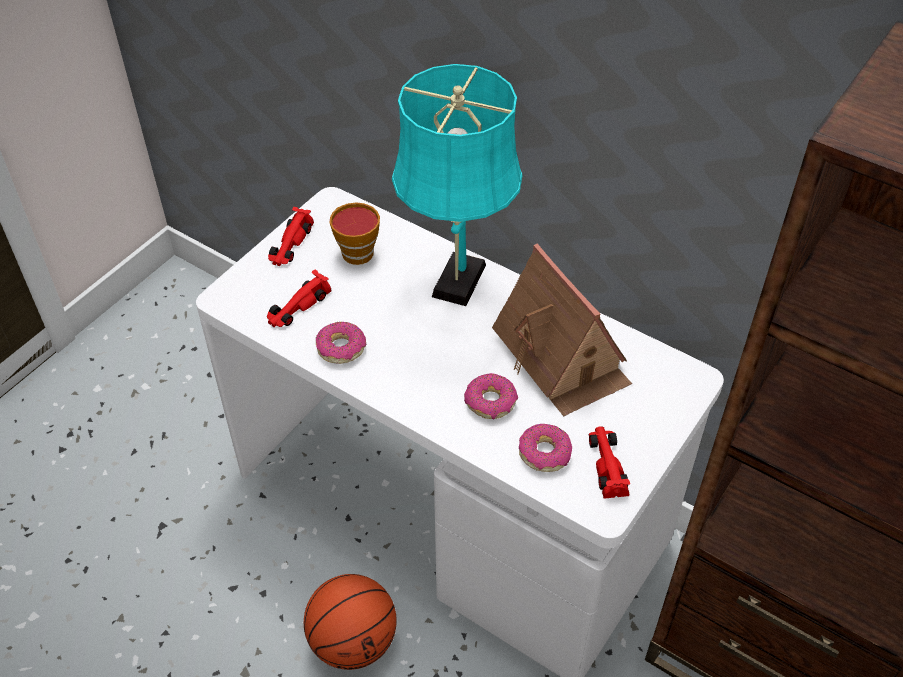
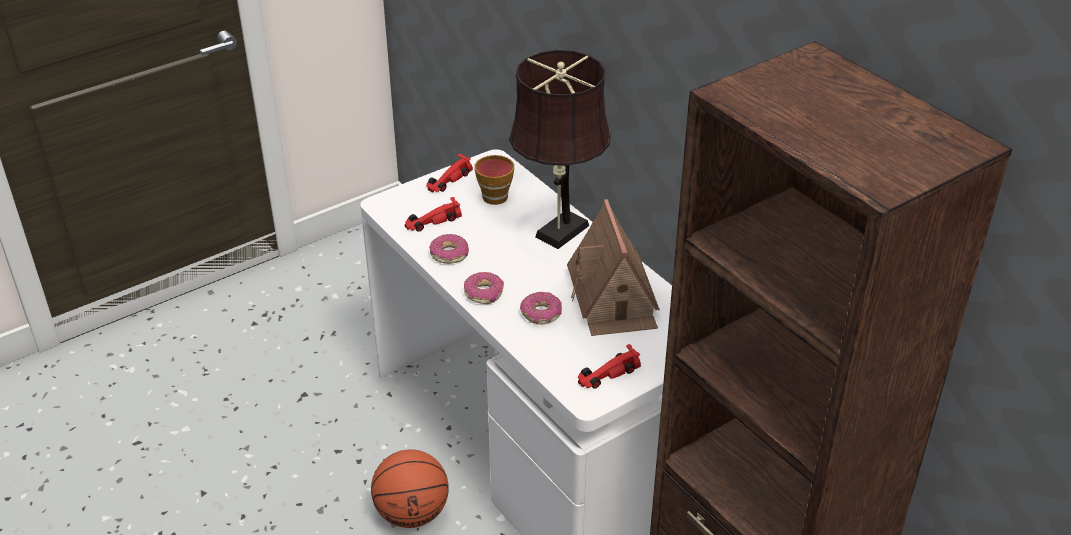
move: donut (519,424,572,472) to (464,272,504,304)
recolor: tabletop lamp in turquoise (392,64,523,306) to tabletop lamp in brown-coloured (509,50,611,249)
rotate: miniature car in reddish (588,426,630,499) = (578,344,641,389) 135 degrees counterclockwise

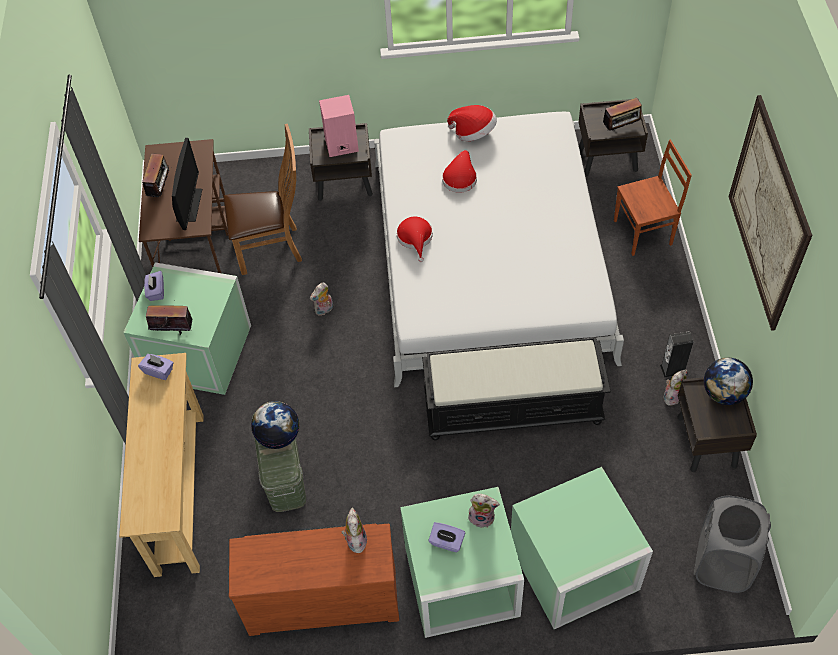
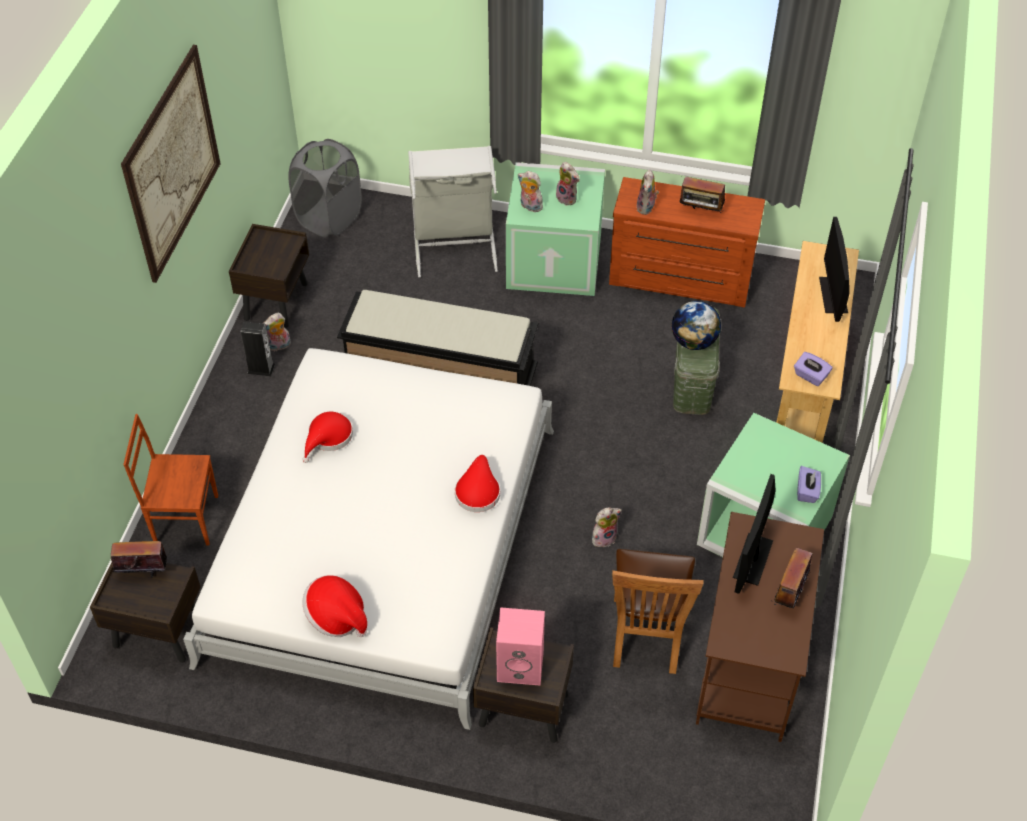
delete: world globe (704,358,753,405)
insert: monitor (819,217,849,322)
move: hat in reddish (442,150,477,193) to (302,412,353,463); radio set (146,306,192,336) to (679,176,725,213)
replace: storage box in greenish (511,467,653,629) to laundry basket in greyish (408,146,498,278); tissue holder in purple (428,522,465,552) to plush toy (556,162,580,206)
rotate: plain chair in brown-coloured (224,124,302,275) = (612,549,704,674) 90 degrees counterclockwise

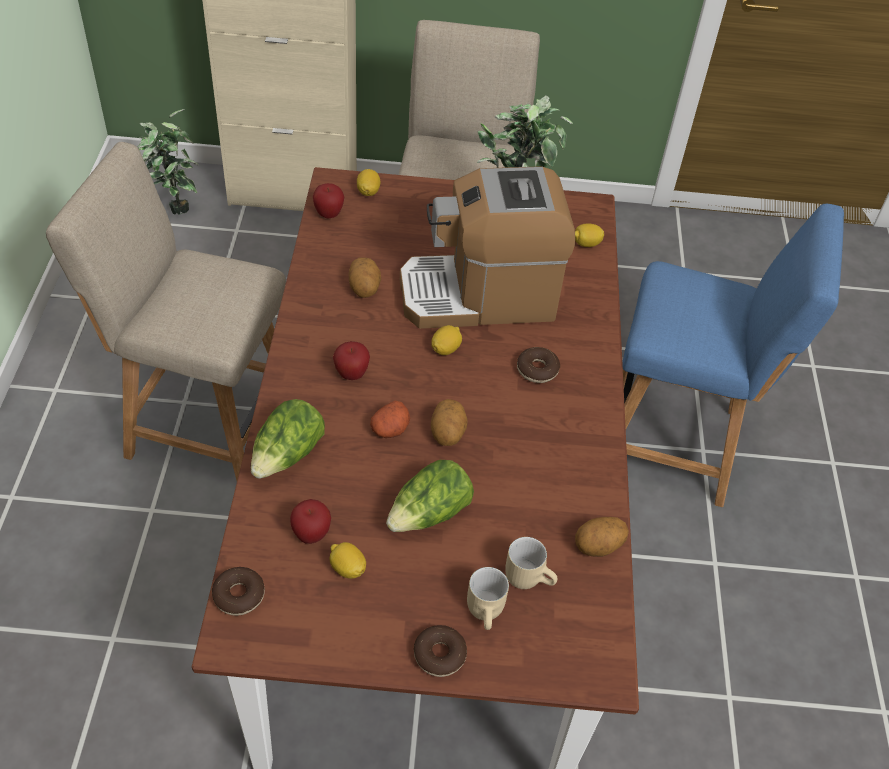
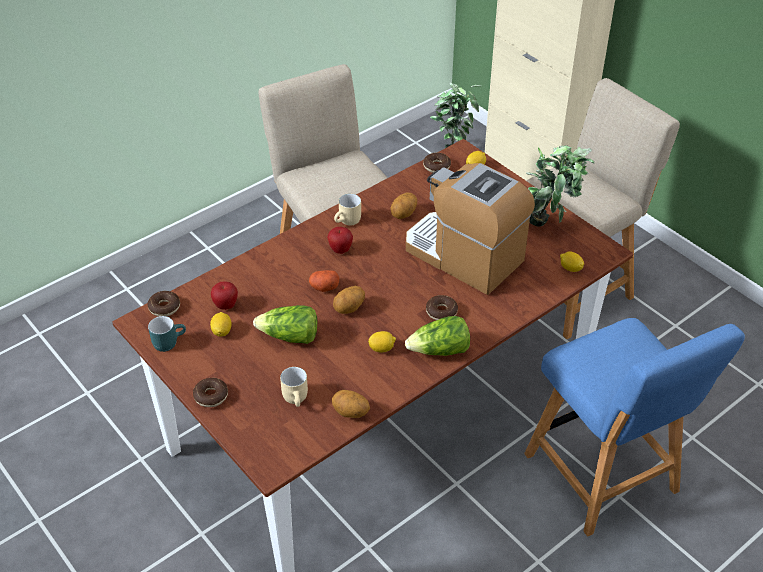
insert: coffee mug in turquoise (148,316,186,352)
move: coffee mug in sand-coloured (467,567,509,630) to (334,194,361,225); citrus fruit (431,325,462,355) to (368,331,396,353); lettuce (251,399,325,479) to (405,316,470,356)
replace: whole apple (313,183,344,218) to donut (423,153,451,173)

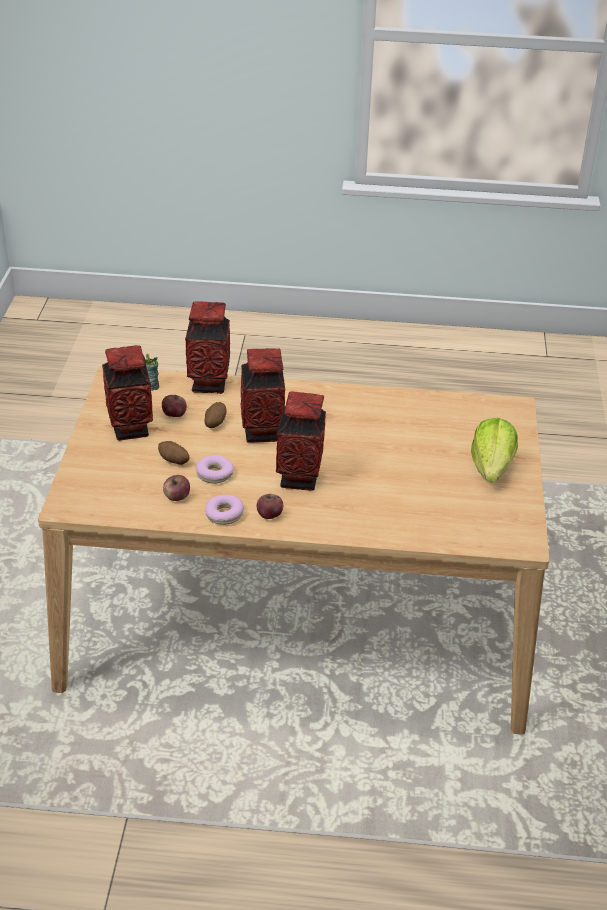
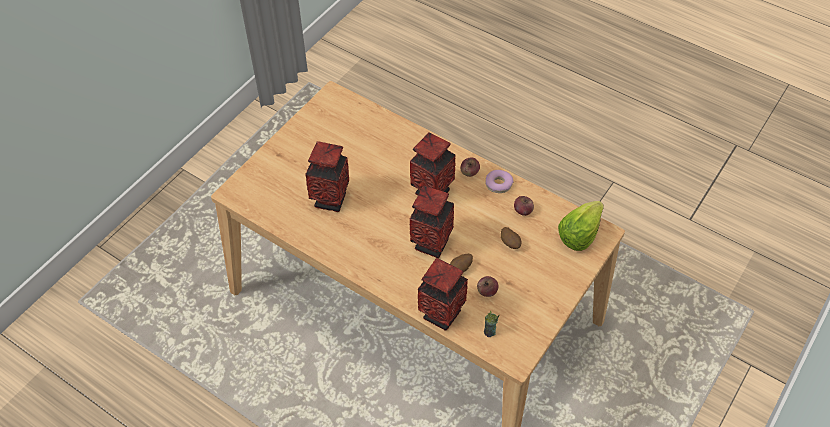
delete: donut (196,455,234,484)
move: flower vase (102,345,153,441) to (305,141,349,212); lettuce (471,417,518,483) to (558,201,604,251)

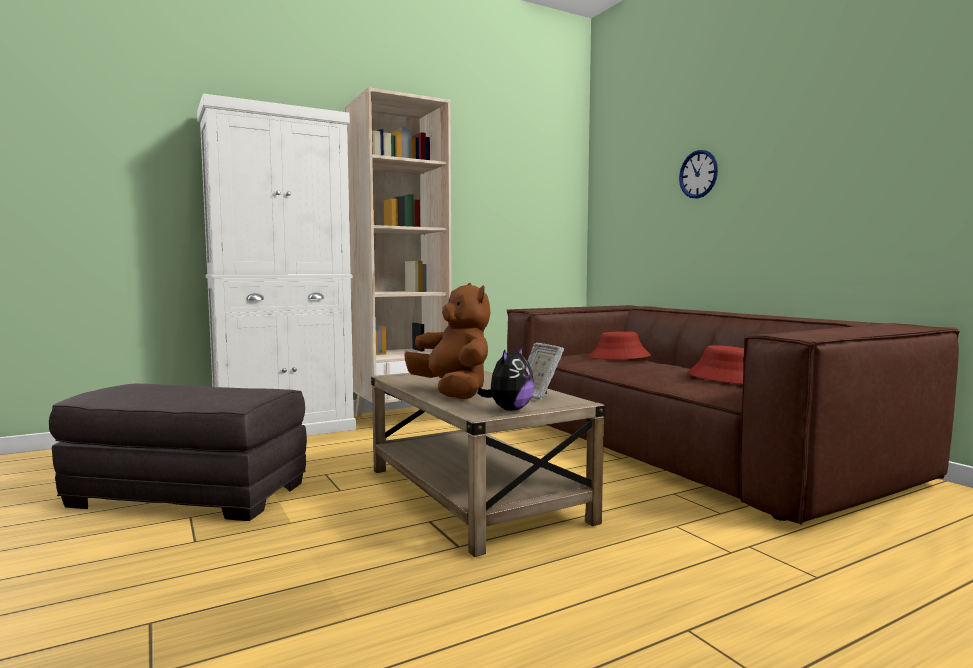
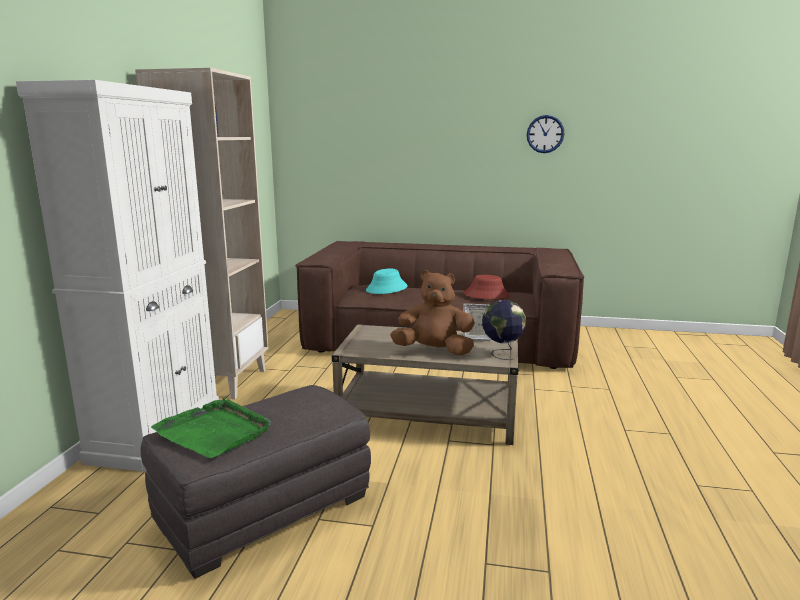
insert: tray in greenish (151,398,271,458)
move: hanging clock (679,150,718,198) to (527,115,564,153)
replace: plush toy (477,346,534,411) to world globe (482,300,526,360)
recolor: hat in reddish (588,331,651,359) to hat in turquoise (366,268,408,294)

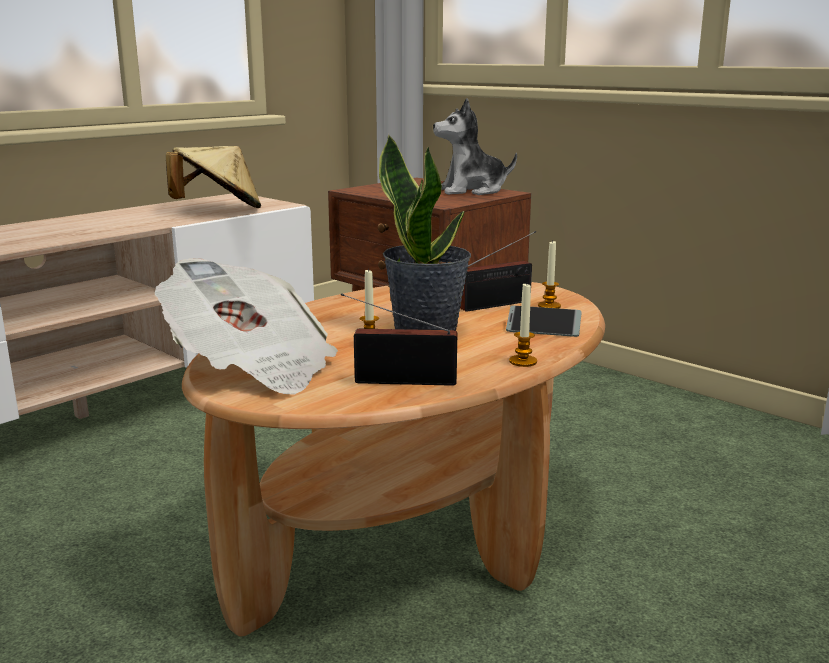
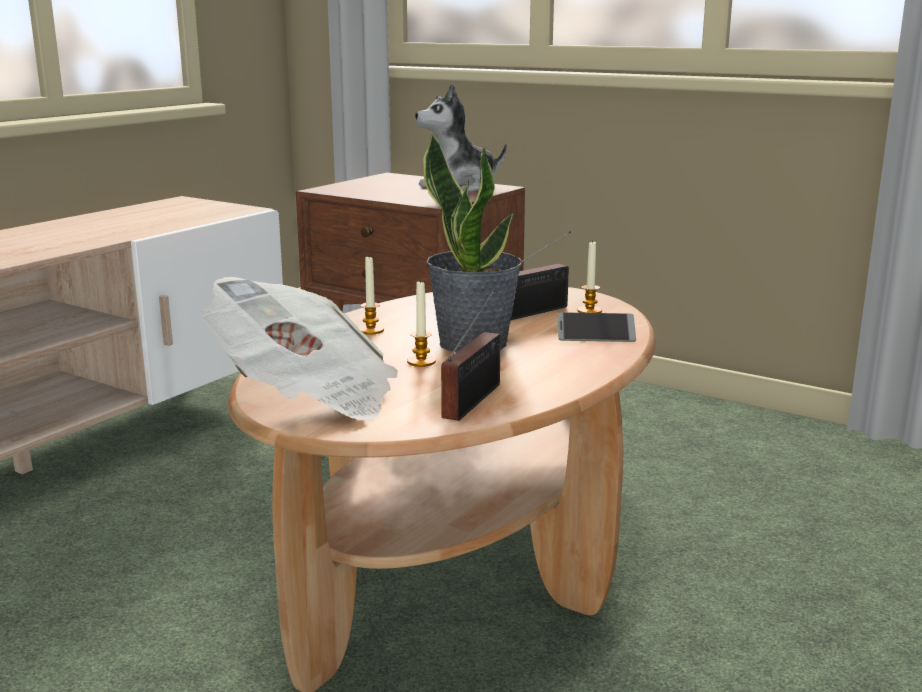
delete: hat in sand-coloured (166,146,261,208)
move: wax candle (509,284,537,367) to (359,257,384,335)
rotate: radio set (341,293,457,386) = (441,289,501,421) 120 degrees clockwise

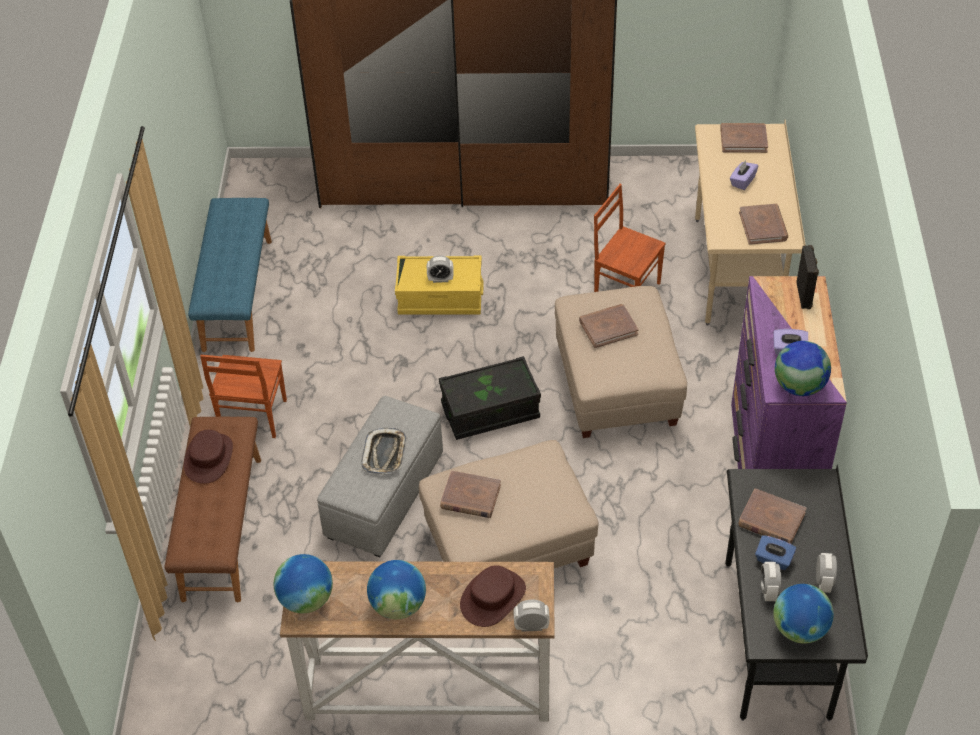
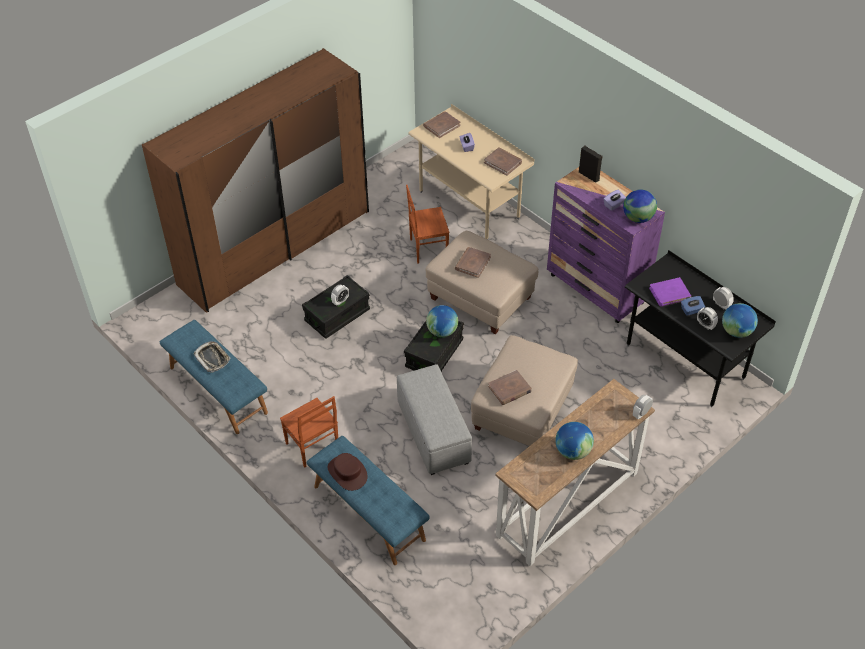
delete: hat in brown-coloured (460,565,526,627)
move: tray (361,428,407,475) to (193,341,230,373); world globe (274,554,333,613) to (426,305,458,337)
recolor: storage box in yellow-coloured (395,255,484,315) to storage box in black-coloured (302,275,370,339); bench in brown-coloured (164,417,261,602) to bench in blue-coloured (307,436,430,565); volume in brown-coloured (738,488,806,544) to volume in purple (649,277,691,307)

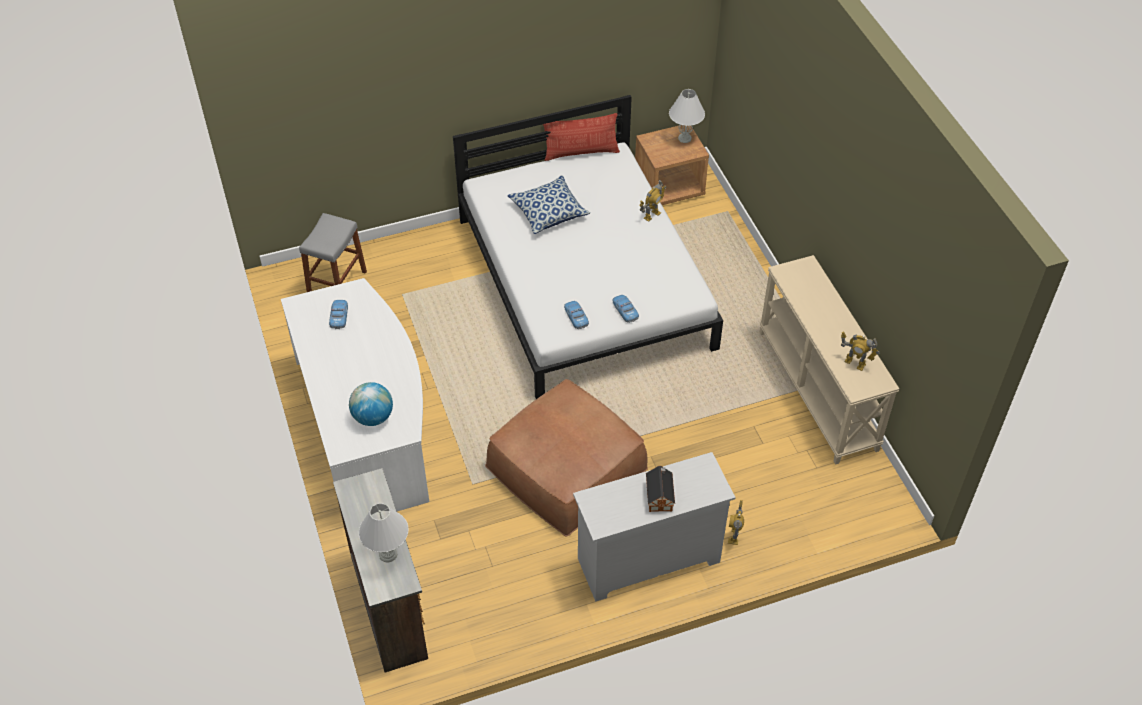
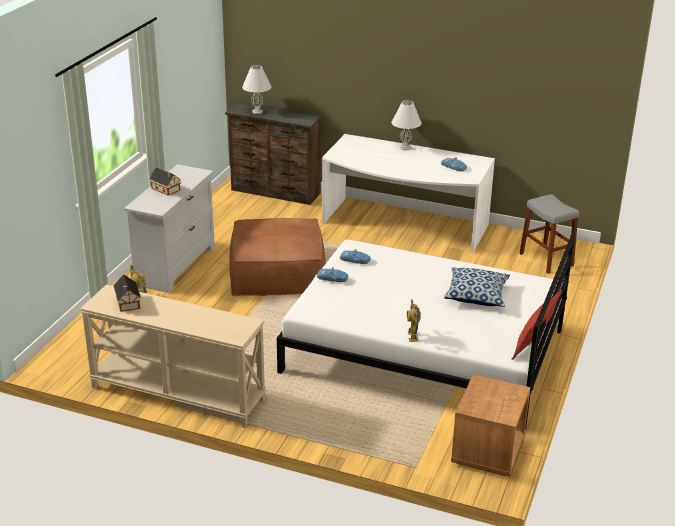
delete: world globe (349,382,393,426)
move: tabletop lamp in whitish (669,89,705,143) to (391,101,422,150)
replace: robot figure (841,331,879,371) to toy house (113,275,141,312)

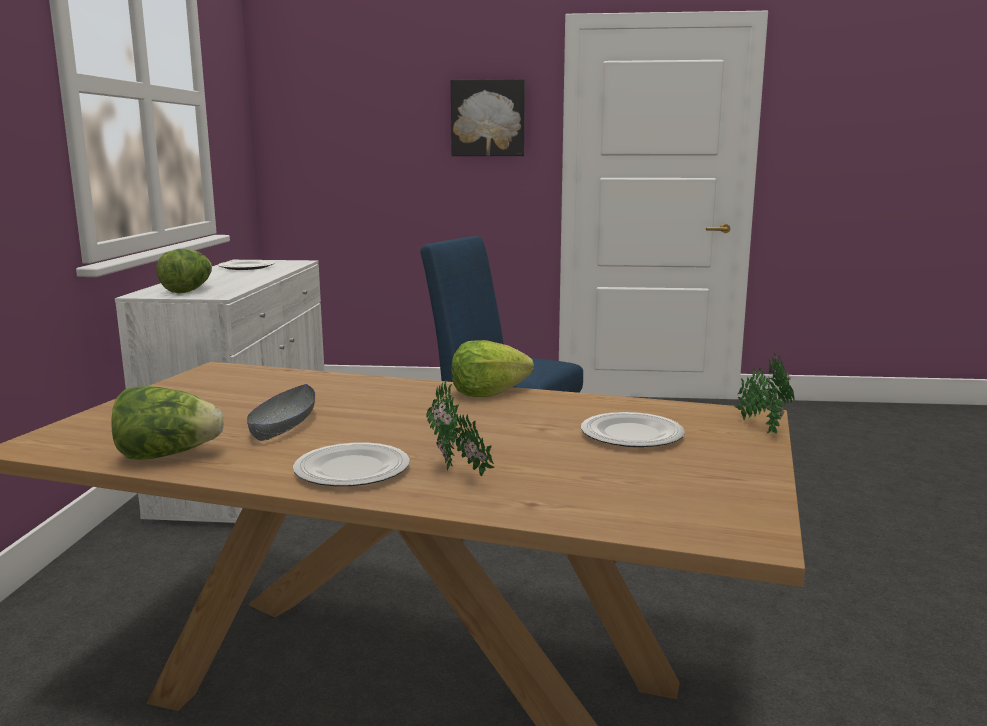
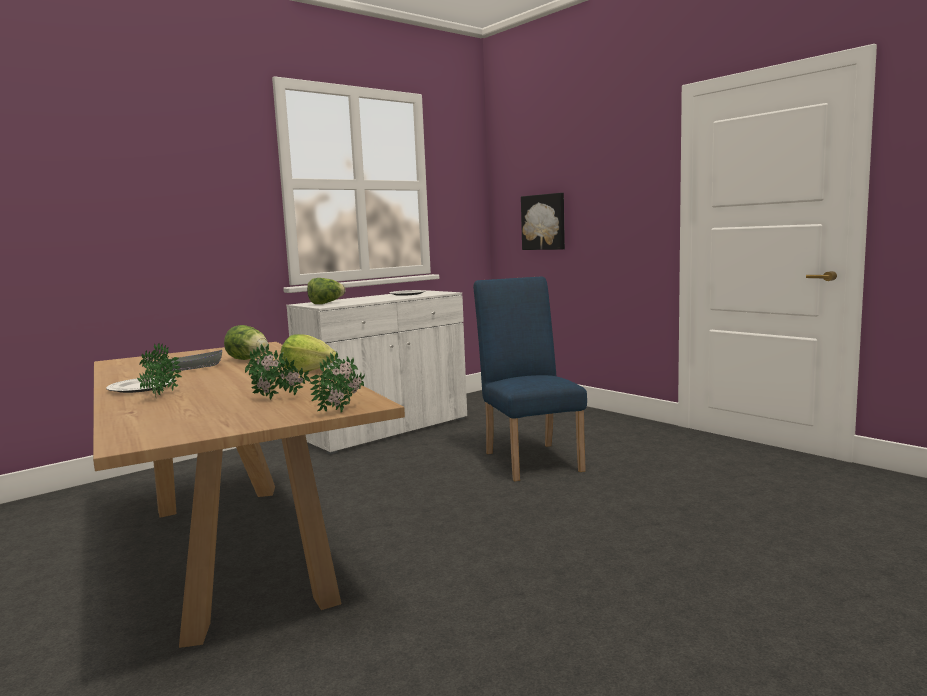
move: lettuce (111,386,223,460) to (224,325,268,360); wall picture (451,79,525,156) to (521,193,565,250)
replace: plate (581,412,685,447) to potted plant (245,344,311,400)

